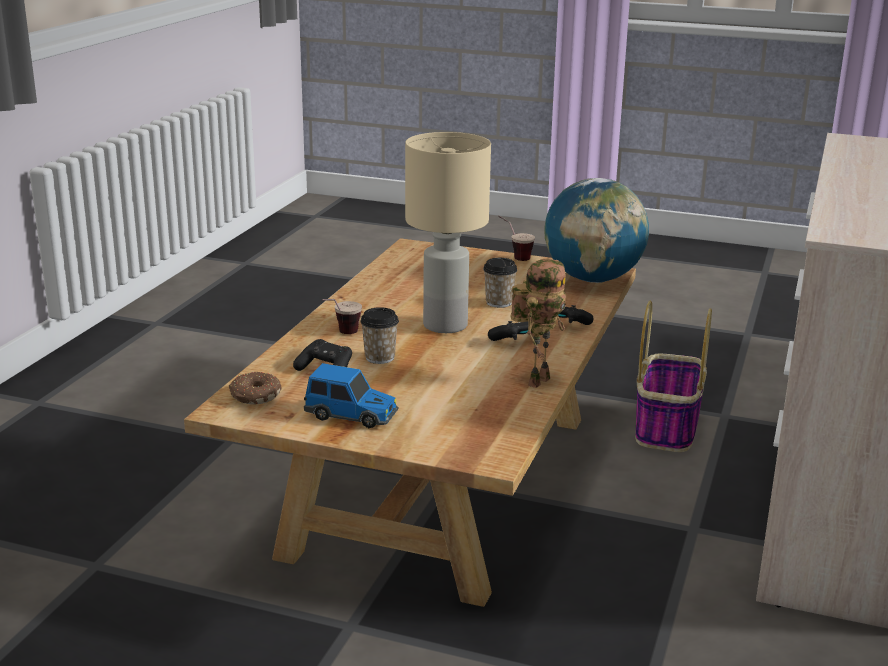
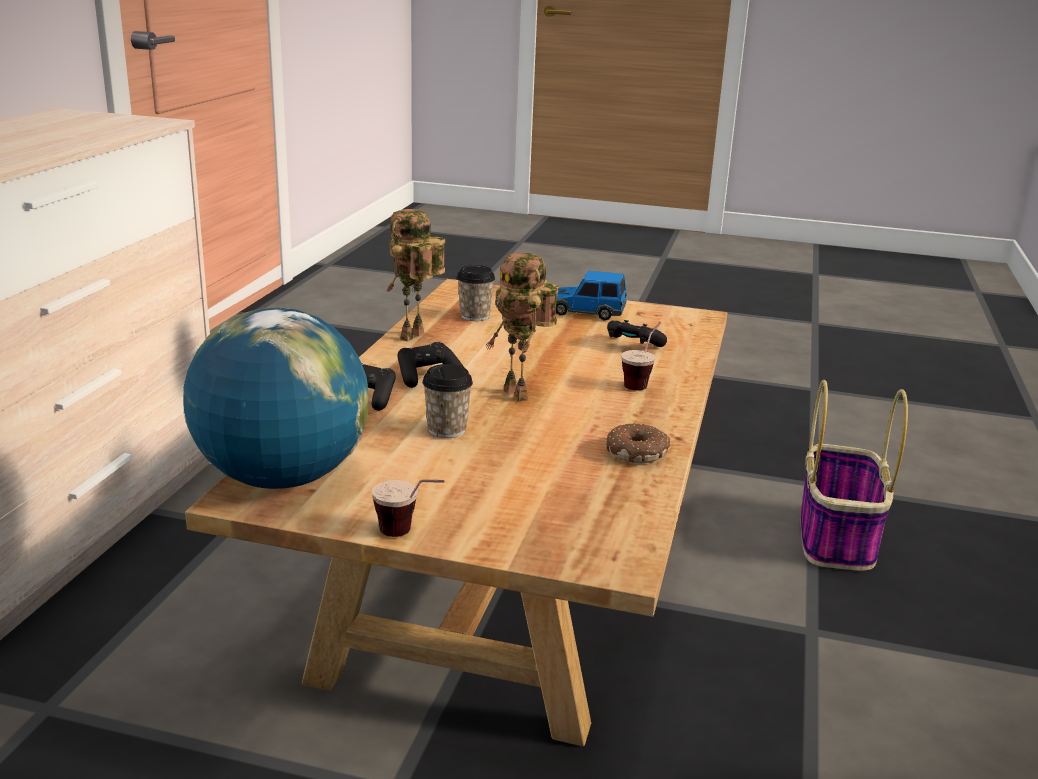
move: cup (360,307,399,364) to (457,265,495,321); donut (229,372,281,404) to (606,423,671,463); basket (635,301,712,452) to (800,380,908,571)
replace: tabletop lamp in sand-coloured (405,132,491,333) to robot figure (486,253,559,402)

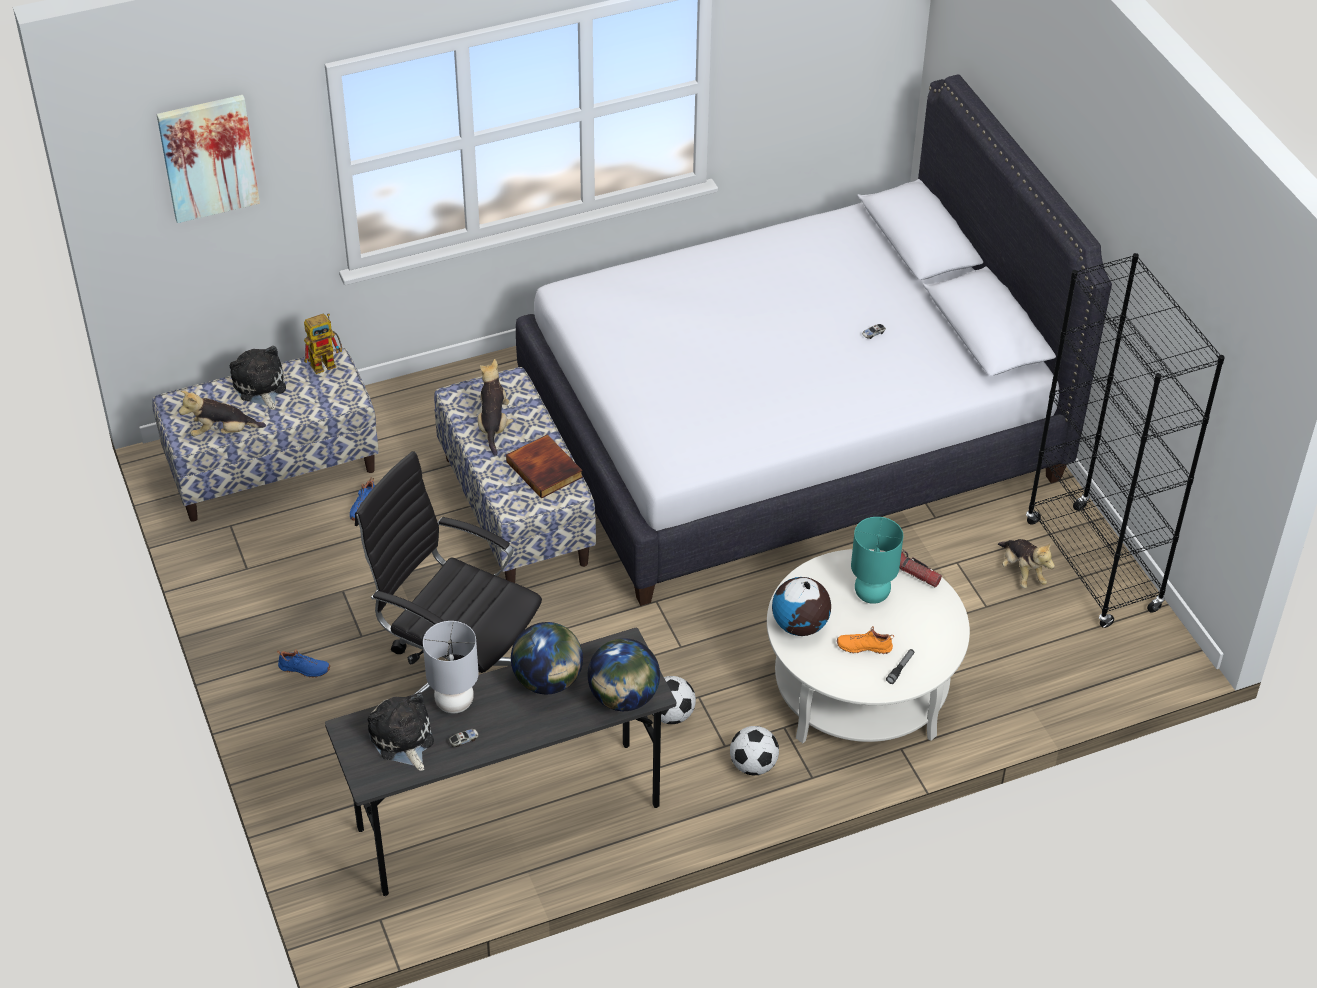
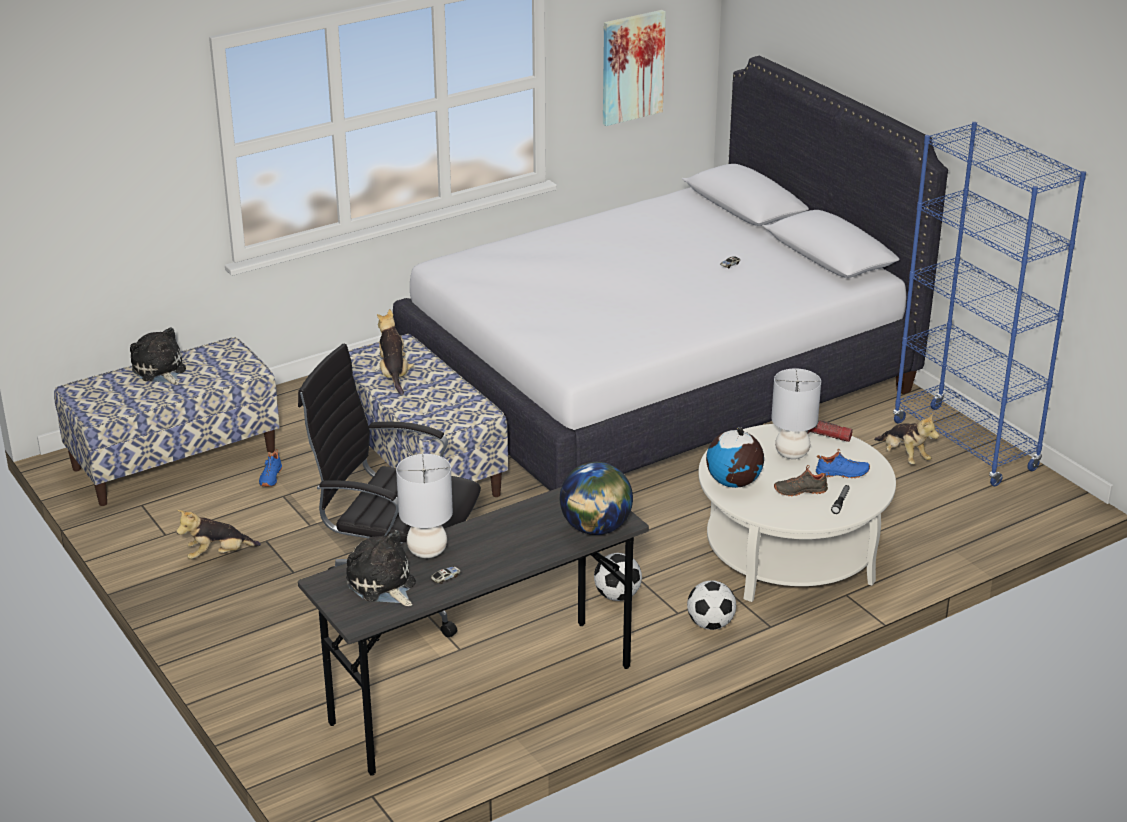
delete: robot figure (304,314,342,374); volume (506,435,583,499); world globe (511,622,583,694)
move: plush toy (179,390,266,436) to (176,510,261,559); wall picture (157,95,260,223) to (603,10,666,126); low shoe in blue-coloured (277,649,330,678) to (816,449,870,478)
recolor: tabletop lamp in turquoise (851,517,903,604) to tabletop lamp in greyish (771,368,821,459); low shoe in orange (837,626,894,654) to low shoe in black-coloured (774,465,829,496); bookshelf in black-coloured (1026,253,1225,628) to bookshelf in blue-coloured (893,122,1086,486)

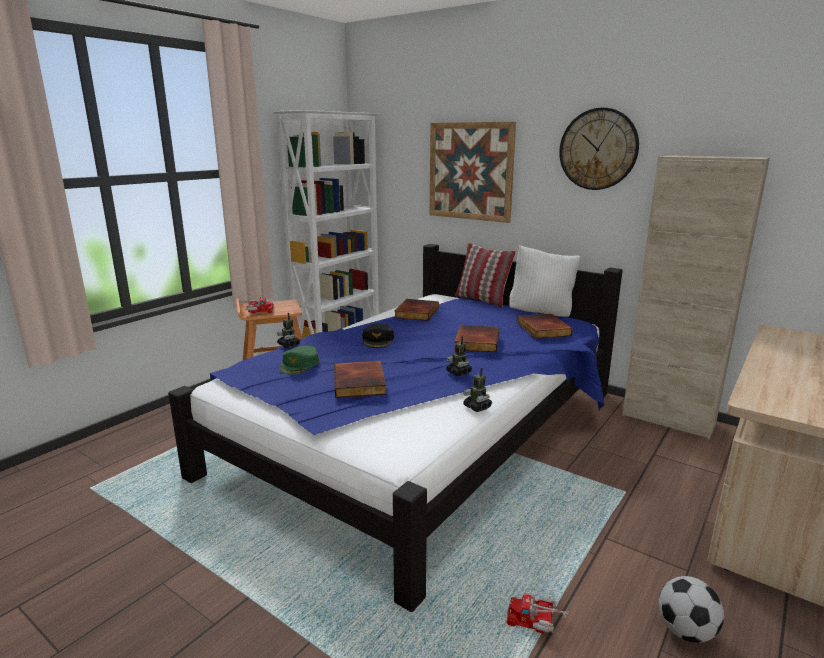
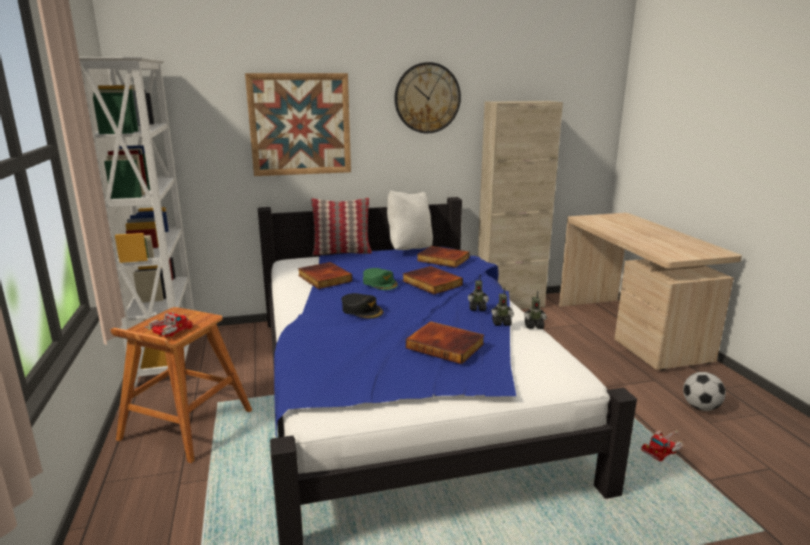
move: baseball cap in greenish (279,346,319,375) to (363,268,398,290); robot figure (277,313,300,348) to (491,287,514,326)

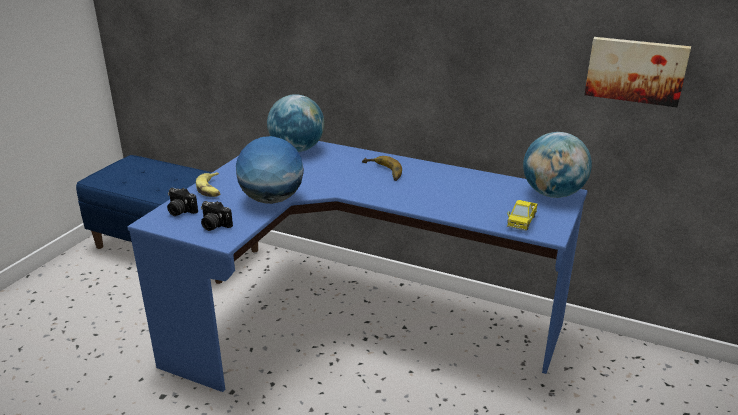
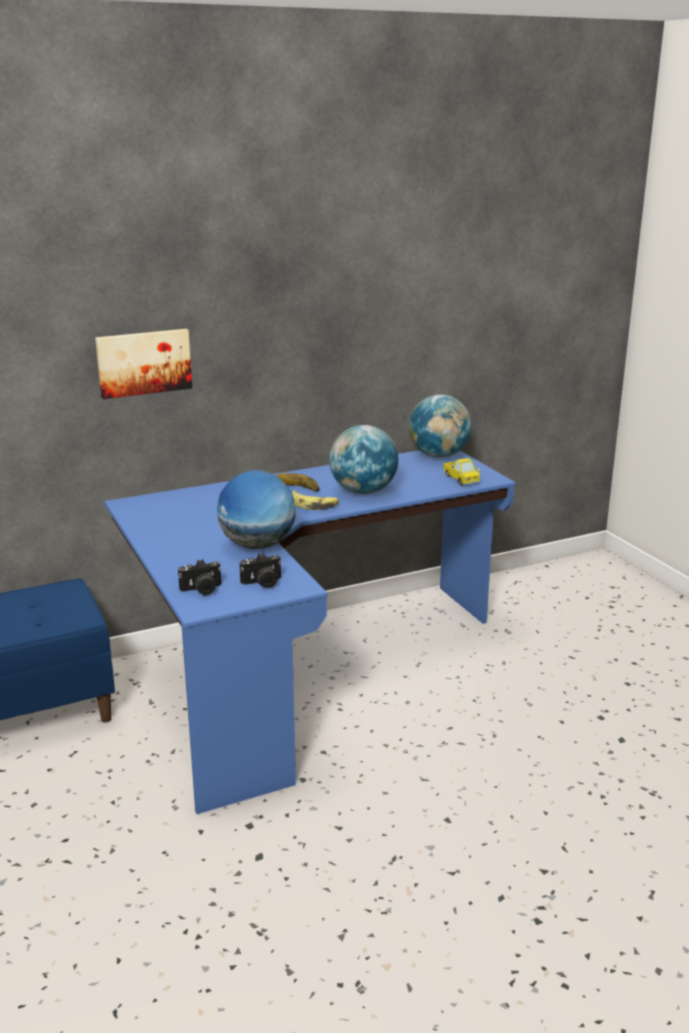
move: wall picture (584,37,691,107) to (95,329,192,399); banana (196,172,220,197) to (292,490,339,510); world globe (267,94,325,152) to (329,425,398,494)

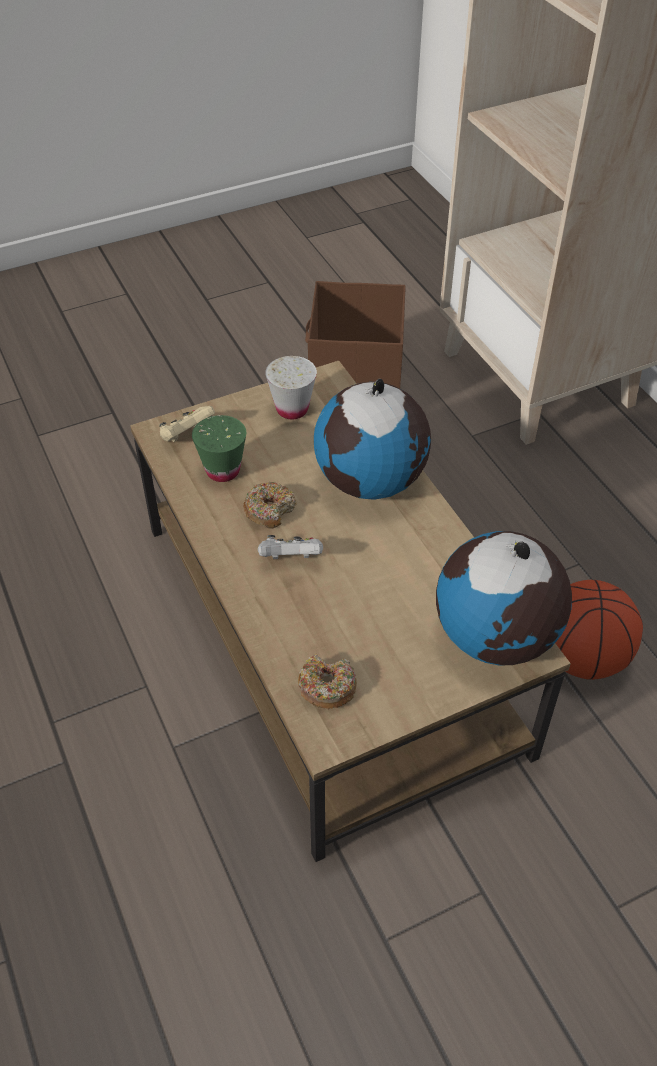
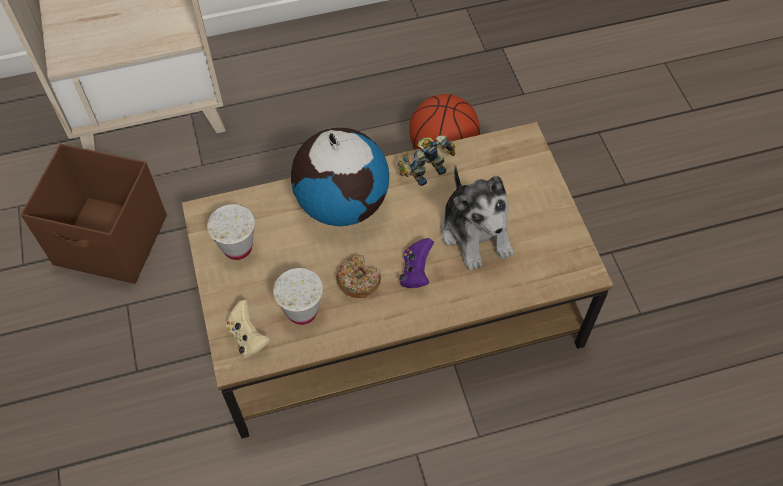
delete: donut (298,654,357,709); world globe (436,531,572,665)
insert: robot figure (397,135,456,186); plush toy (441,165,514,271)
recolor: cup in greenish (192,415,246,482) to cup in whitish (273,268,323,325); joypad in whitish (258,535,323,559) to joypad in purple (399,238,434,288)

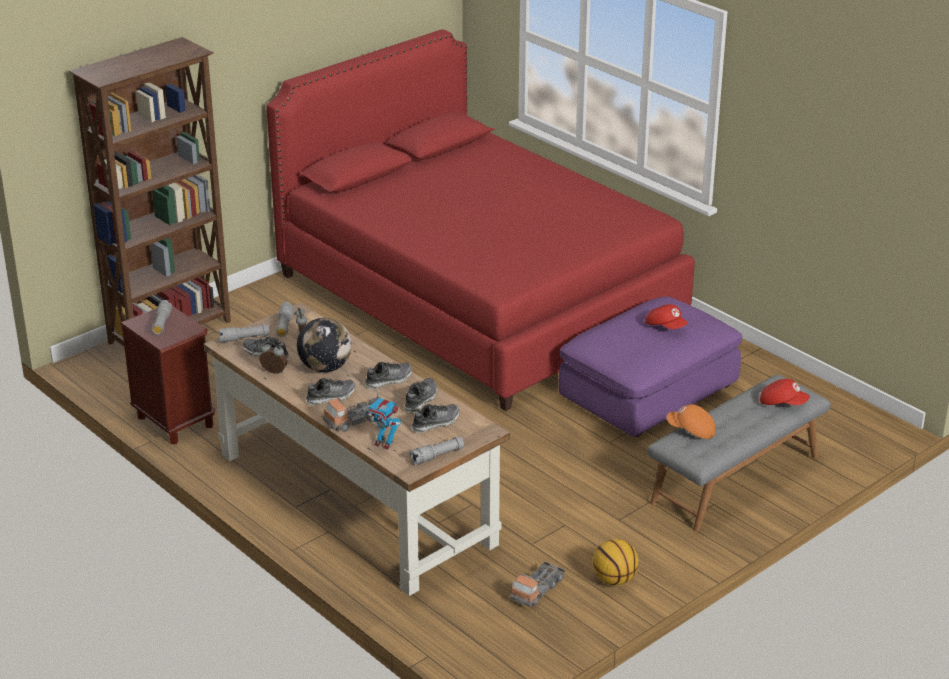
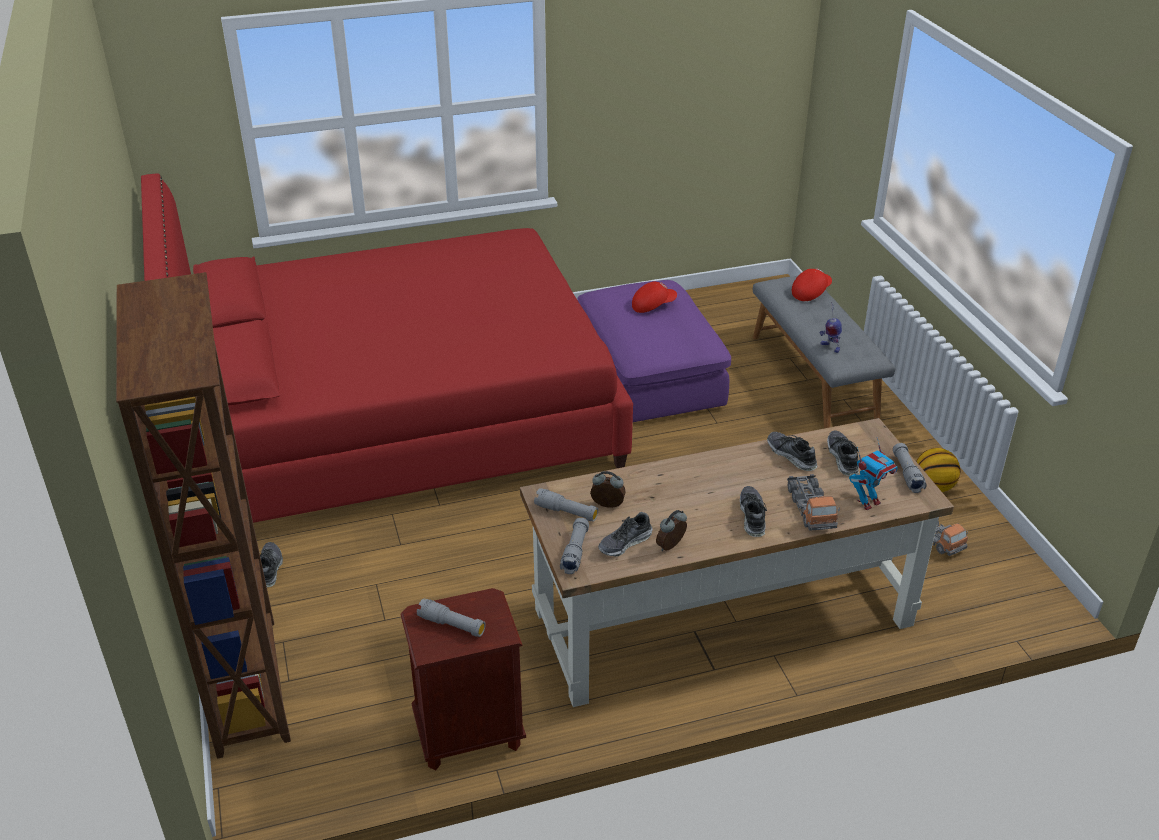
delete: world globe (297,318,352,372)
move: low shoe (365,362,412,389) to (260,542,283,587)
replace: baseball cap in orange (667,404,716,439) to robot figure (820,302,842,353)

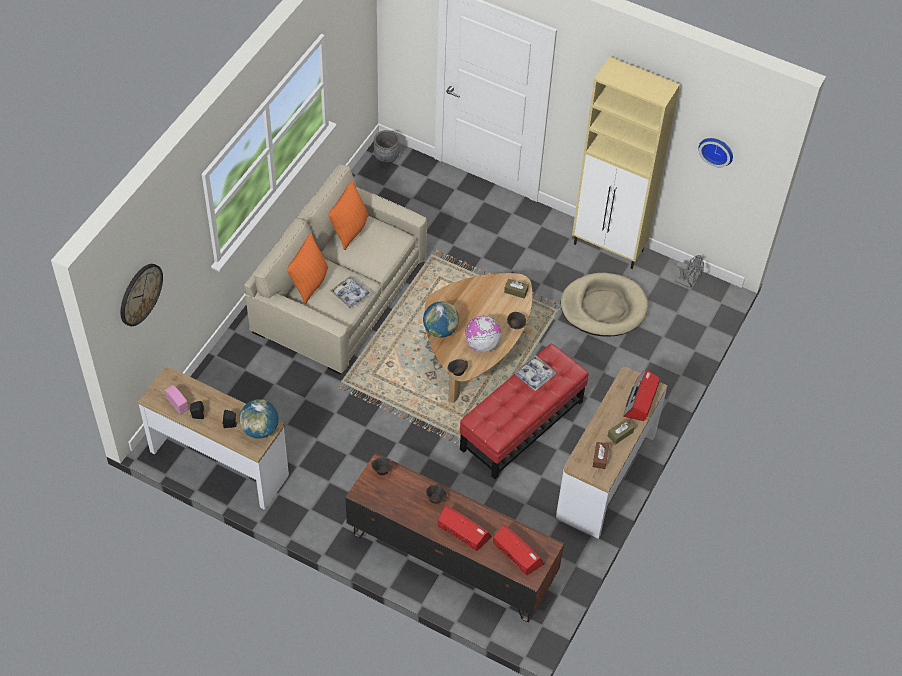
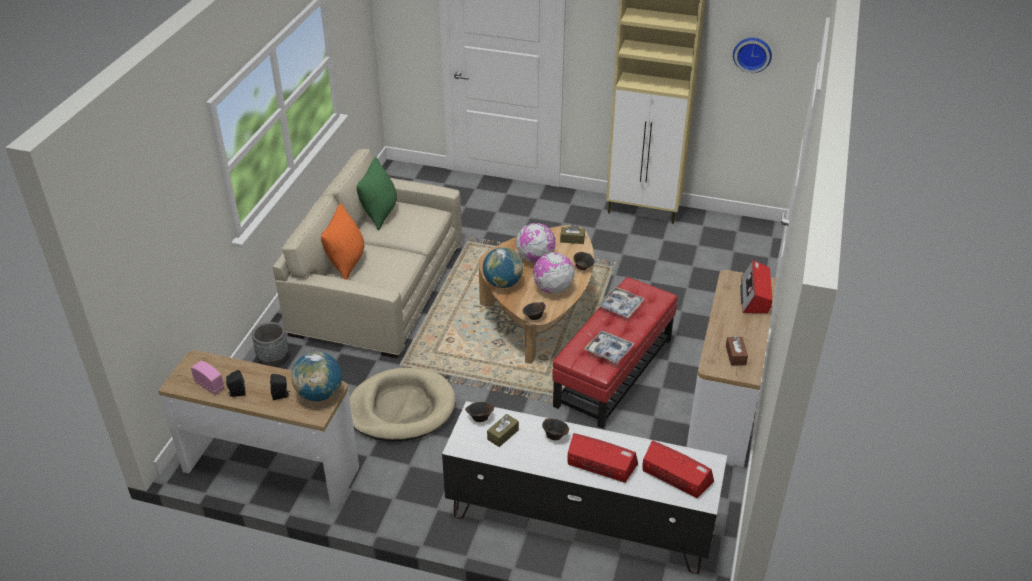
delete: hanging clock (120,264,163,326); fan in greyish (675,255,704,289)
insert: world globe (515,223,556,263)
move: flower pot in greyish (374,130,399,164) to (252,322,288,365); dog cushion in sand-coloured (561,273,648,337) to (349,368,455,442); tissue holder in brown-coloured (608,419,634,444) to (487,414,519,447); tray (330,276,372,309) to (584,331,634,364)
recolor: pillow in orange (329,181,369,250) to pillow in greenish (357,157,397,230); tv unit in brown-coloured (345,452,564,622) to tv unit in whitish (442,401,727,574)

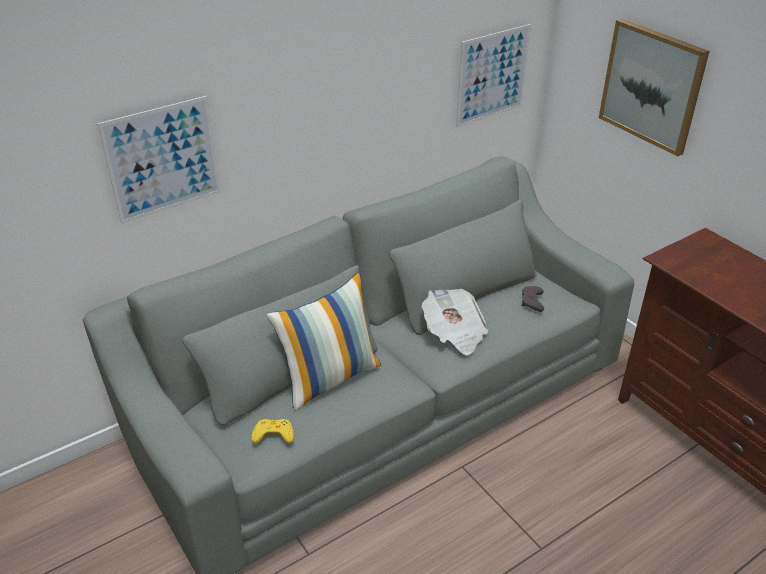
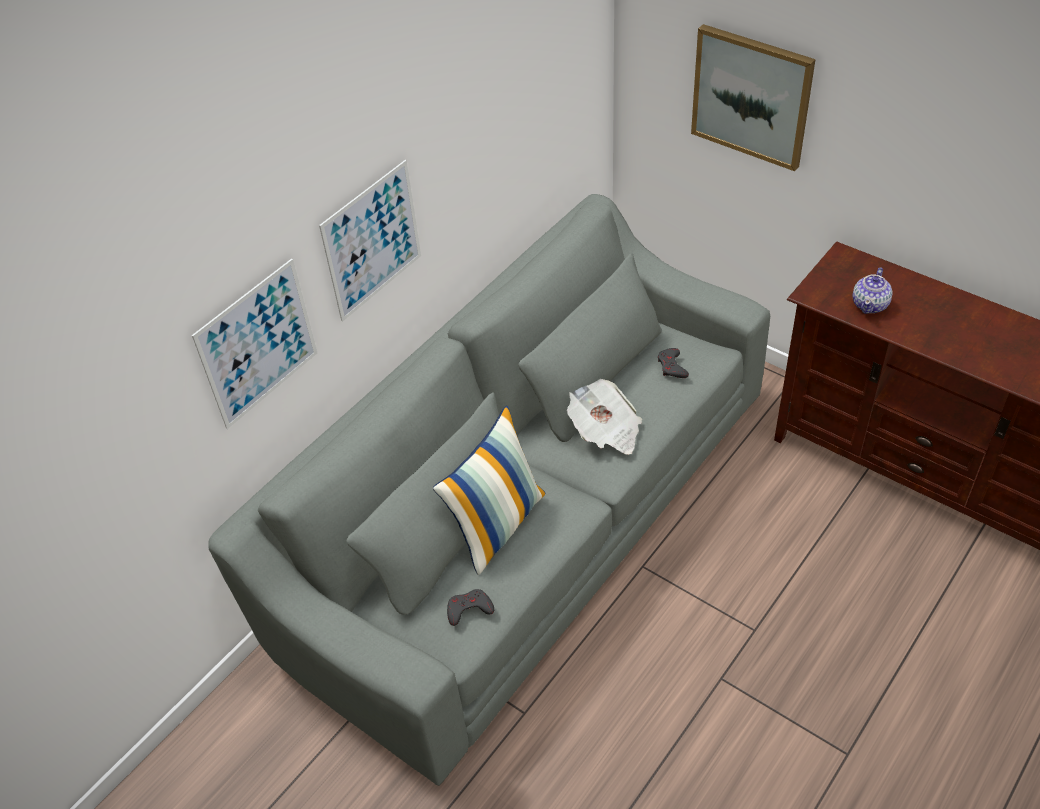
insert: pot for tea (852,267,893,314)
move: wall picture (456,24,531,127) to (319,160,421,322)
recolor: joypad in yellow-coloured (251,419,294,443) to joypad in greyish (447,589,494,626)

